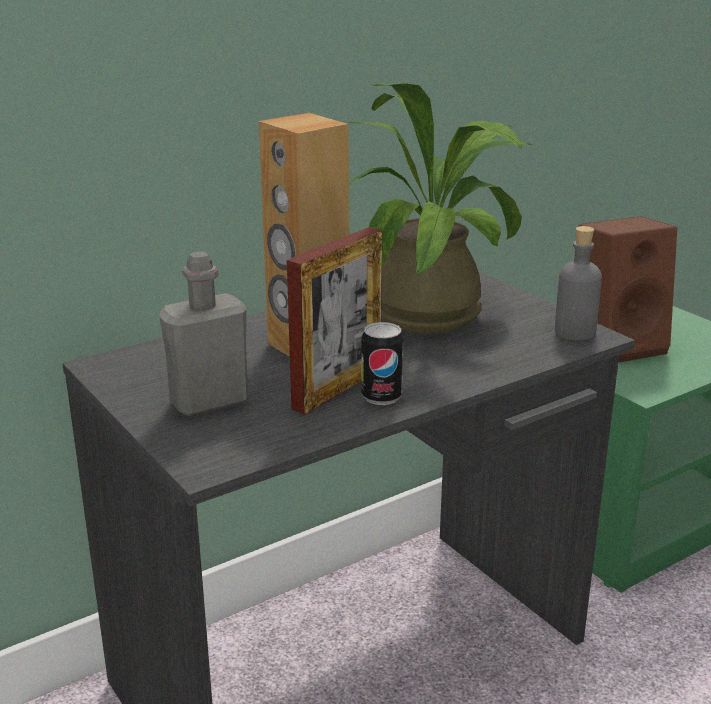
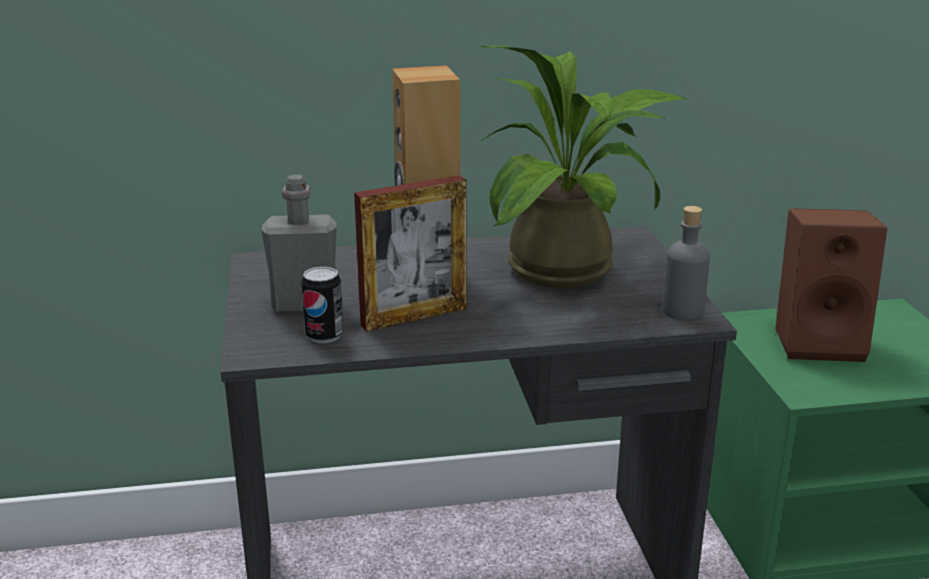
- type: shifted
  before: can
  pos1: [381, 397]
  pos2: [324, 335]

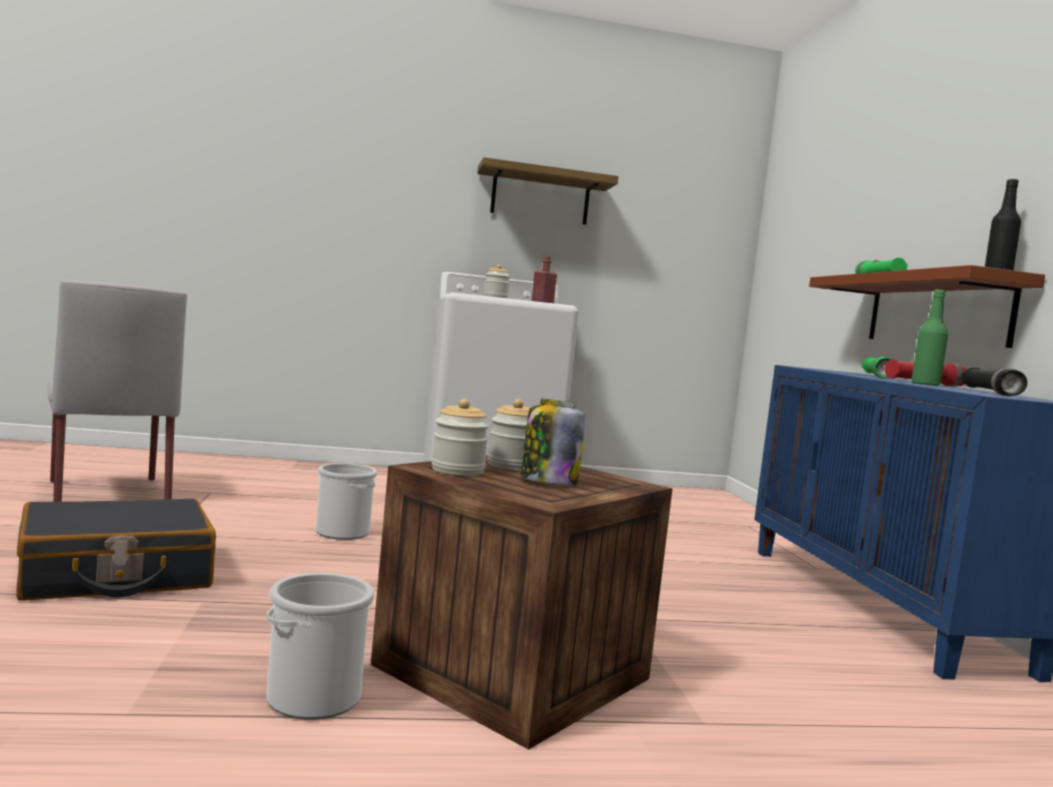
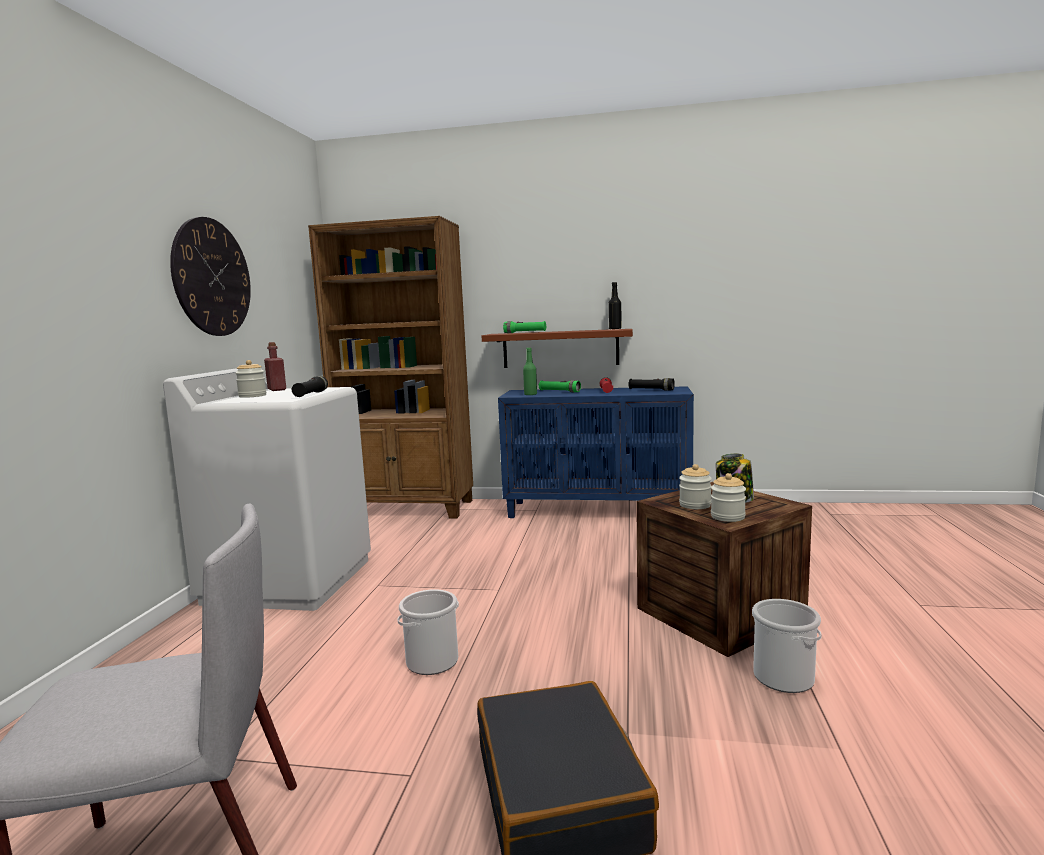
- type: swapped
  before: wall_shelf
  after: hanging_clock
  pos1: [540, 196]
  pos2: [212, 277]
- type: shifted
  before: green_bottle
  pos1: [925, 385]
  pos2: [530, 394]
- type: new
  after: blackish_flashlight
  pos2: [311, 394]
- type: new
  after: brown-coloured_shelving_unit
  pos2: [408, 508]

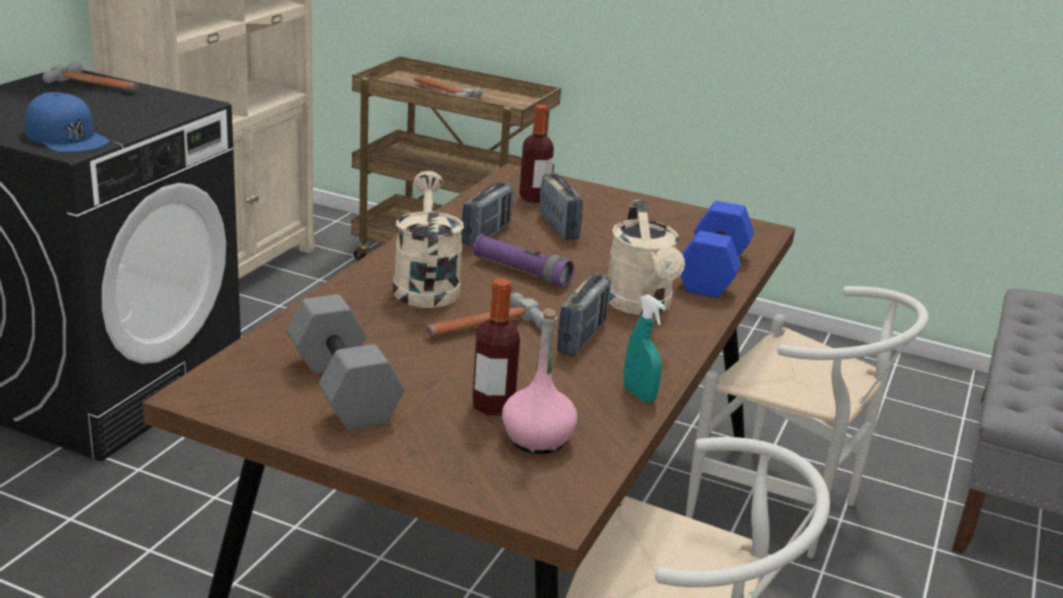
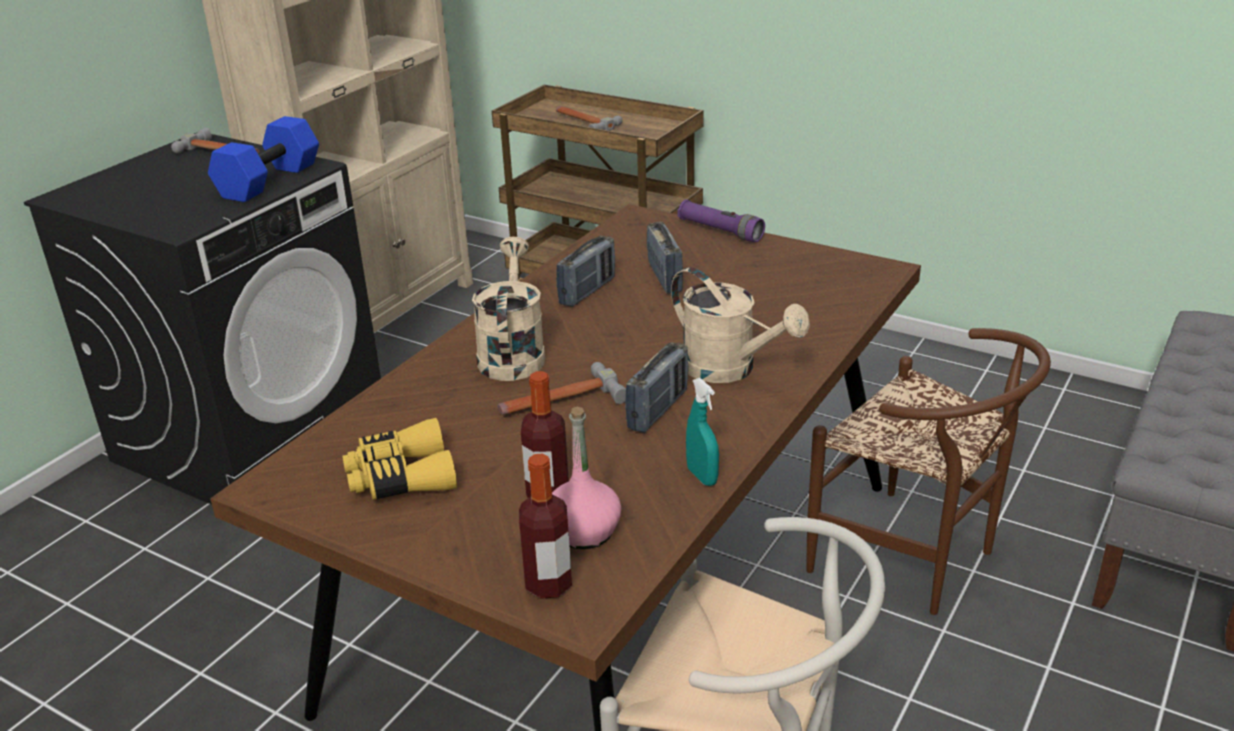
- type: gone
  before: bluish_peaked_cap
  pos1: [66, 137]
- type: swapped
  before: grey_hand_weight
  after: yellow_pair_of_binoculars
  pos1: [340, 388]
  pos2: [400, 478]
- type: shifted
  before: purple_flashlight
  pos1: [521, 272]
  pos2: [720, 231]
- type: shifted
  before: bottle
  pos1: [534, 198]
  pos2: [548, 584]
- type: rotated
  before: sand-coloured_sprinkling_can
  pos1: [641, 306]
  pos2: [729, 369]
  turn: -45
- type: shifted
  before: bluish_hand_weight
  pos1: [714, 272]
  pos2: [270, 181]
- type: repainted
  before: whitish_plain_chair
  after: brown-coloured_plain_chair
  pos1: [786, 510]
  pos2: [916, 560]

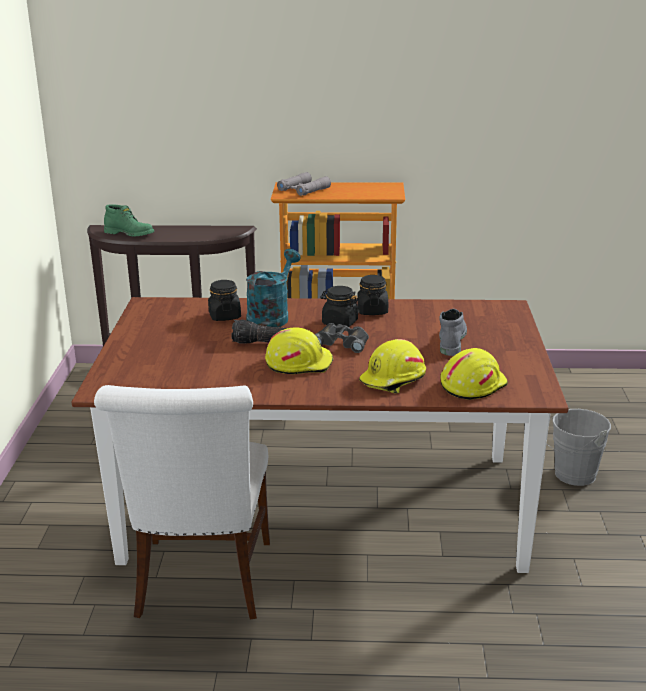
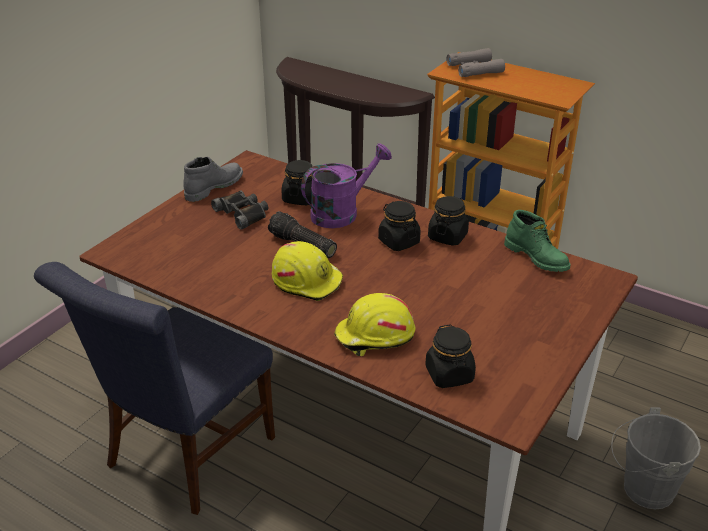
- type: repainted
  before: whitish_plain_chair
  after: bluish_plain_chair
  pos1: [202, 584]
  pos2: [184, 457]
- type: shifted
  before: green_boot
  pos1: [130, 234]
  pos2: [537, 257]
- type: repainted
  before: turquoise-coloured_sprinkling_can
  after: purple_sprinkling_can
  pos1: [271, 316]
  pos2: [341, 212]
- type: shifted
  before: blackish_pair_of_binoculars
  pos1: [342, 342]
  pos2: [243, 213]
- type: shifted
  before: grey_boot
  pos1: [451, 341]
  pos2: [213, 187]
- type: swapped
  before: yellow_safety_helmet
  after: blackish_storage_jar
  pos1: [472, 385]
  pos2: [449, 375]

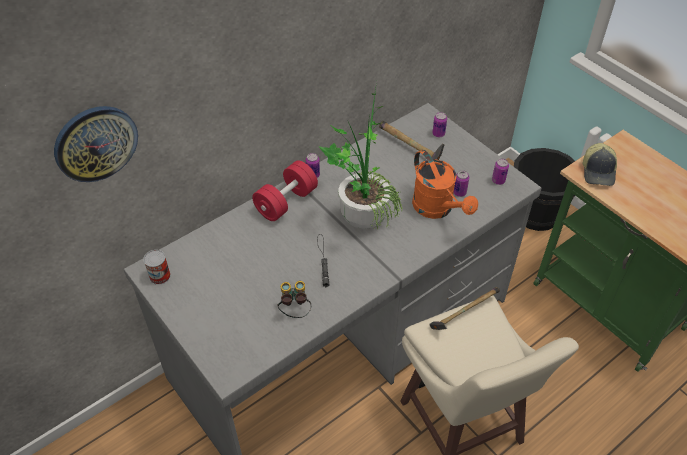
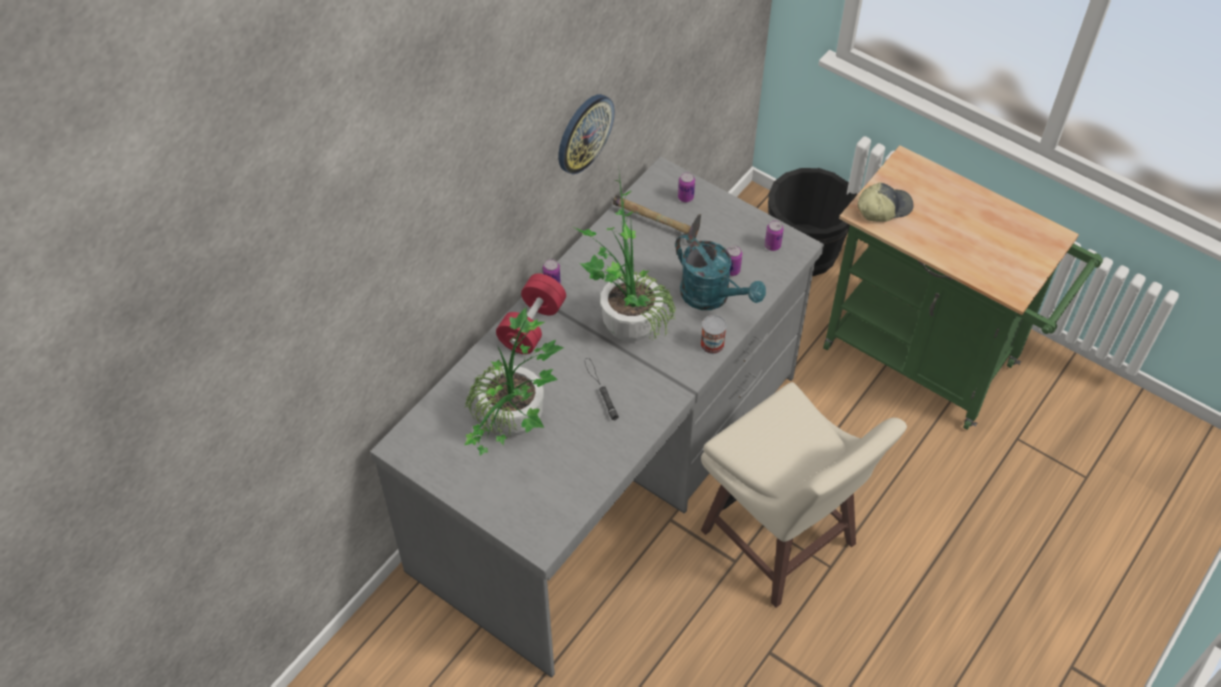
- type: shifted
  before: hanging_clock
  pos1: [95, 143]
  pos2: [584, 133]
- type: shifted
  before: can
  pos1: [160, 276]
  pos2: [712, 344]
- type: gone
  before: pair_of_binoculars
  pos1: [295, 311]
- type: repainted
  before: orange-coloured_sprinkling_can
  after: turquoise-coloured_sprinkling_can
  pos1: [437, 209]
  pos2: [712, 297]
- type: gone
  before: tool_hammer
  pos1: [463, 314]
- type: rotated
  before: peaked_cap
  pos1: [599, 171]
  pos2: [883, 208]
  turn: -105
- type: new
  after: potted_plant
  pos2: [513, 431]

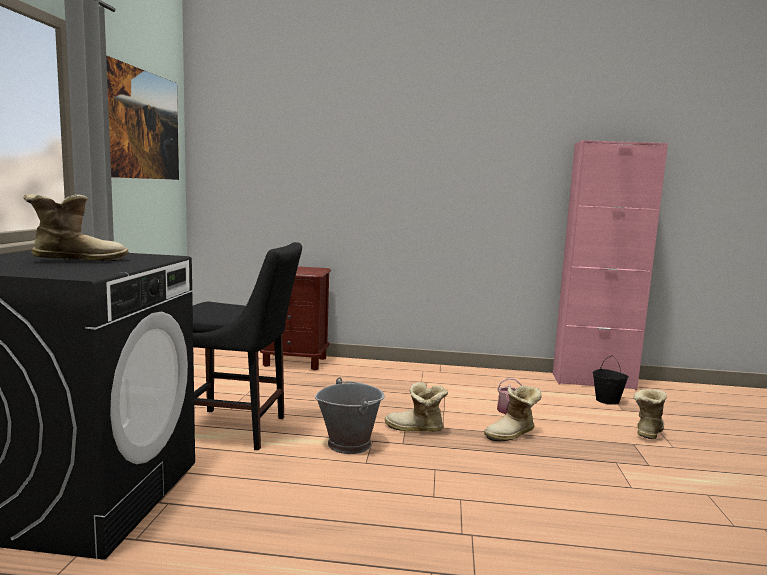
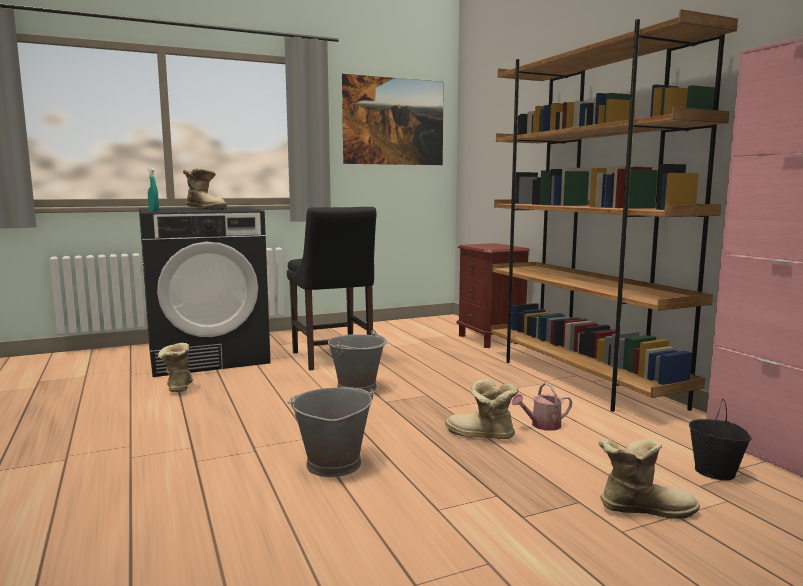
- type: shifted
  before: boot
  pos1: [415, 429]
  pos2: [177, 387]
- type: new
  after: turquoise-coloured_hand_sprayer
  pos2: [154, 211]
- type: new
  after: grey_pail
  pos2: [333, 464]
- type: new
  after: brown-coloured_shelving_unit
  pos2: [580, 379]

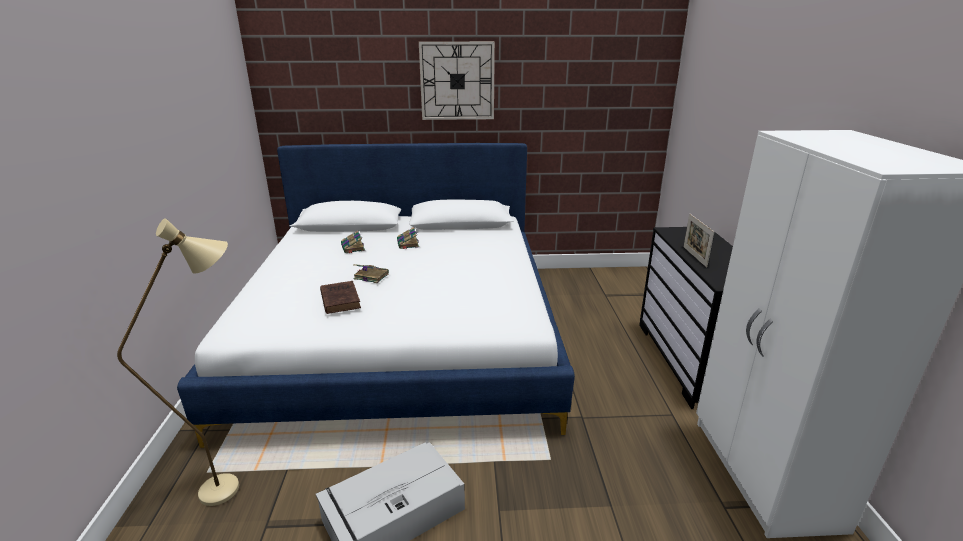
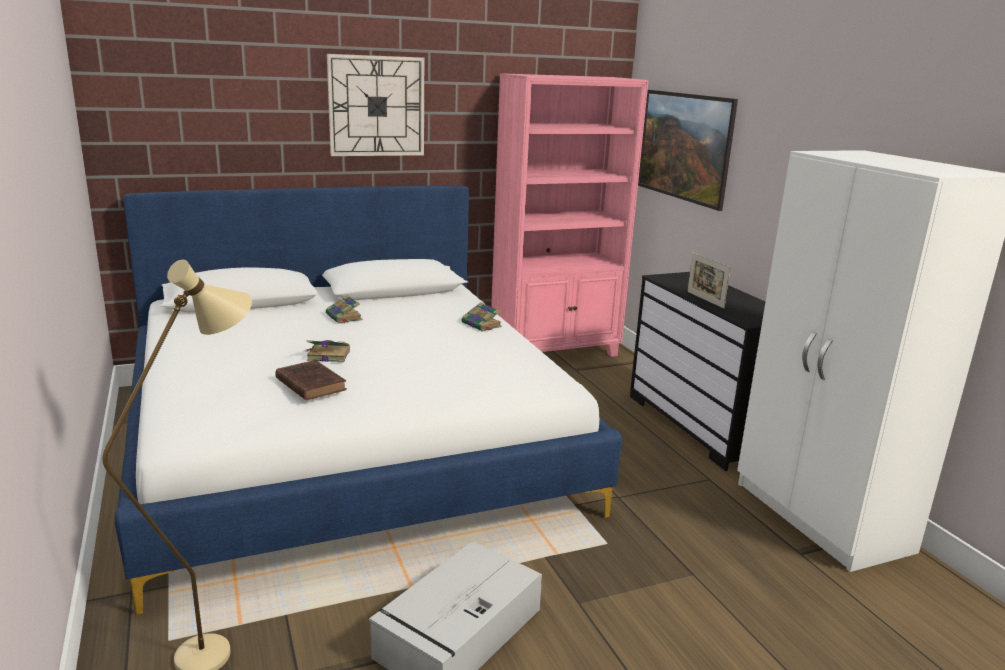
- type: shifted
  before: bound_book
  pos1: [353, 248]
  pos2: [482, 325]
- type: new
  after: pinkish_shelving_unit
  pos2: [555, 352]
- type: new
  after: wall_picture
  pos2: [681, 172]

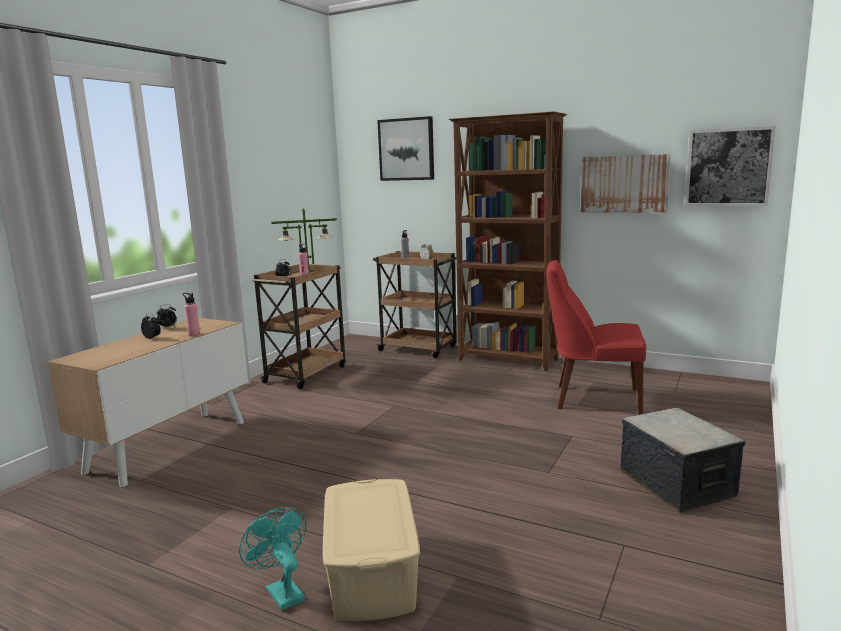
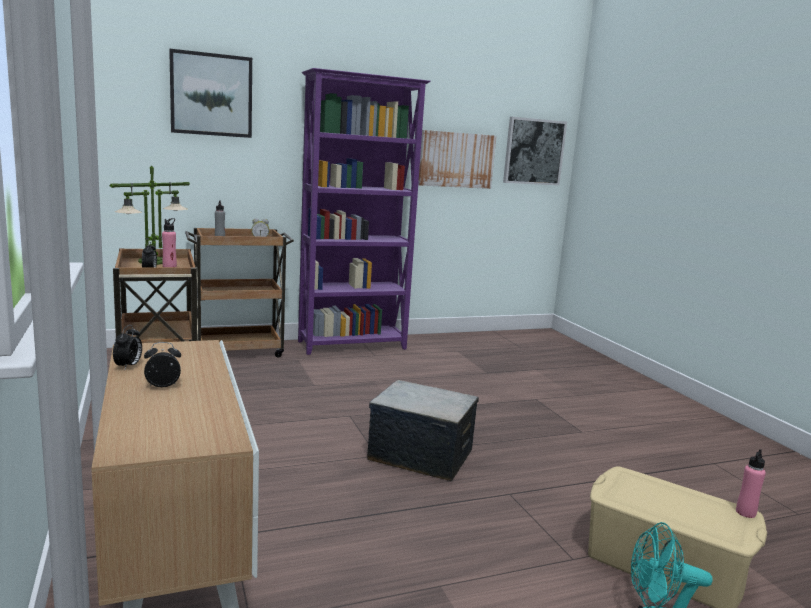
- type: shifted
  before: pinkish_bottle
  pos1: [194, 334]
  pos2: [745, 512]
- type: repainted
  before: brown-coloured_shelving_unit
  after: purple_shelving_unit
  pos1: [508, 360]
  pos2: [353, 345]
- type: gone
  before: red-coloured_plain_chair
  pos1: [593, 399]
- type: shifted
  before: storage_bin
  pos1: [677, 484]
  pos2: [420, 455]

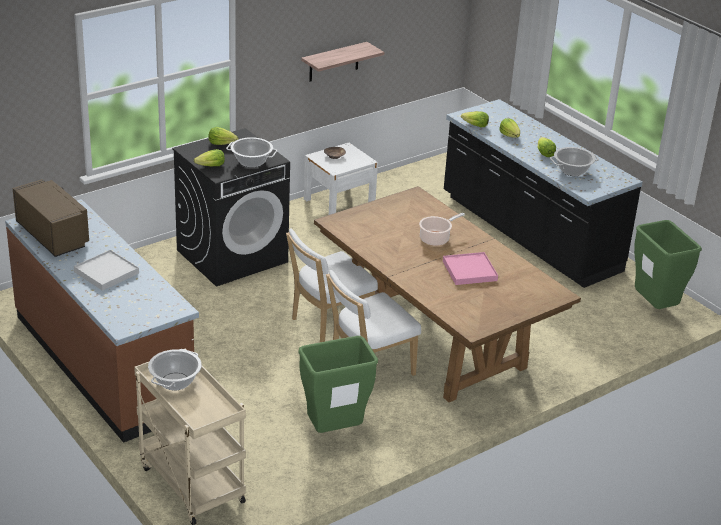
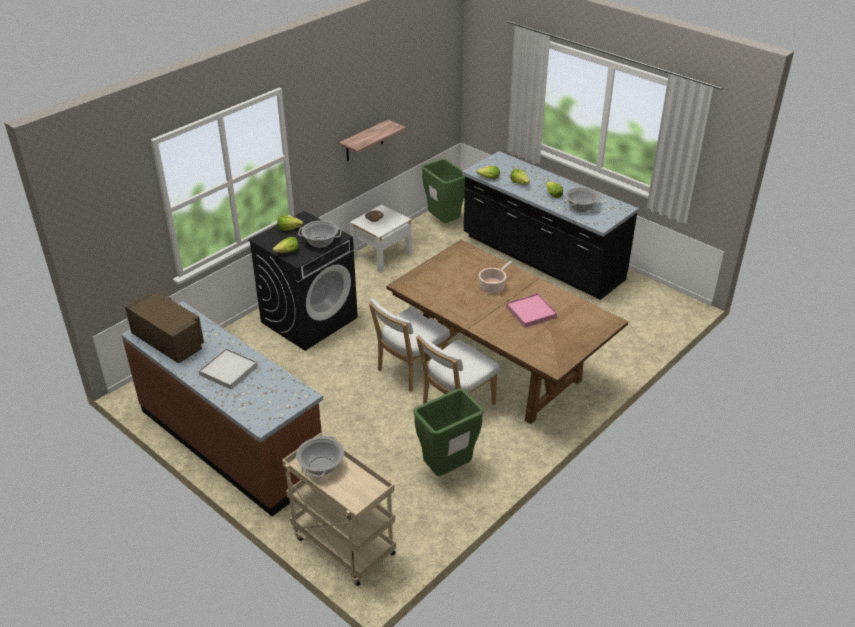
- type: shifted
  before: green_rubbish_bin
  pos1: [655, 307]
  pos2: [444, 222]

